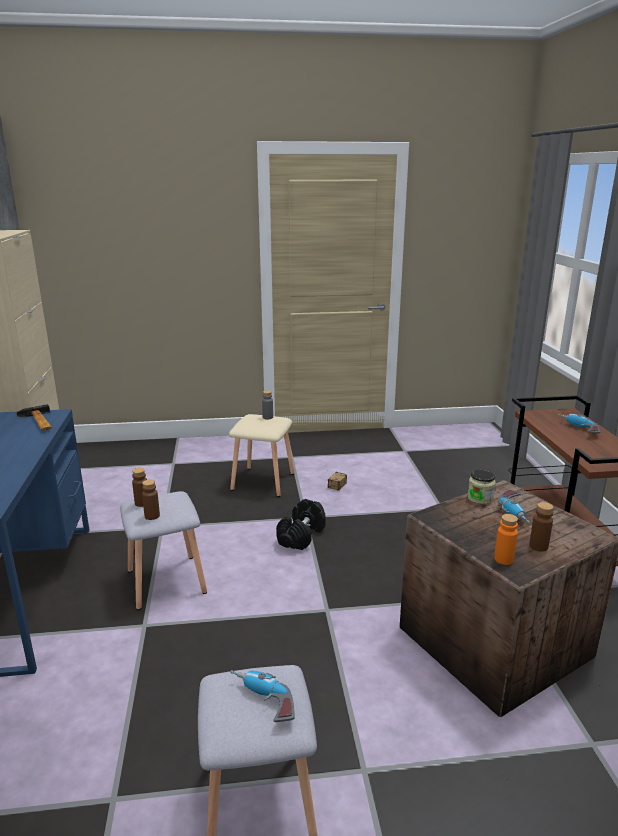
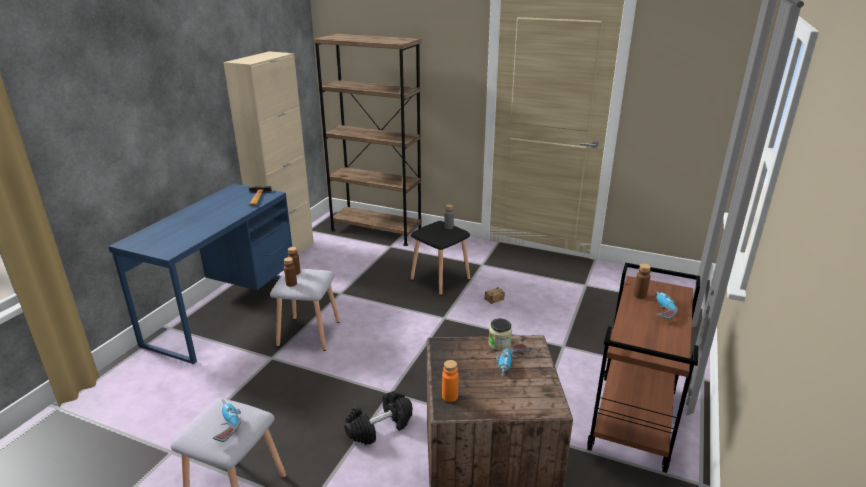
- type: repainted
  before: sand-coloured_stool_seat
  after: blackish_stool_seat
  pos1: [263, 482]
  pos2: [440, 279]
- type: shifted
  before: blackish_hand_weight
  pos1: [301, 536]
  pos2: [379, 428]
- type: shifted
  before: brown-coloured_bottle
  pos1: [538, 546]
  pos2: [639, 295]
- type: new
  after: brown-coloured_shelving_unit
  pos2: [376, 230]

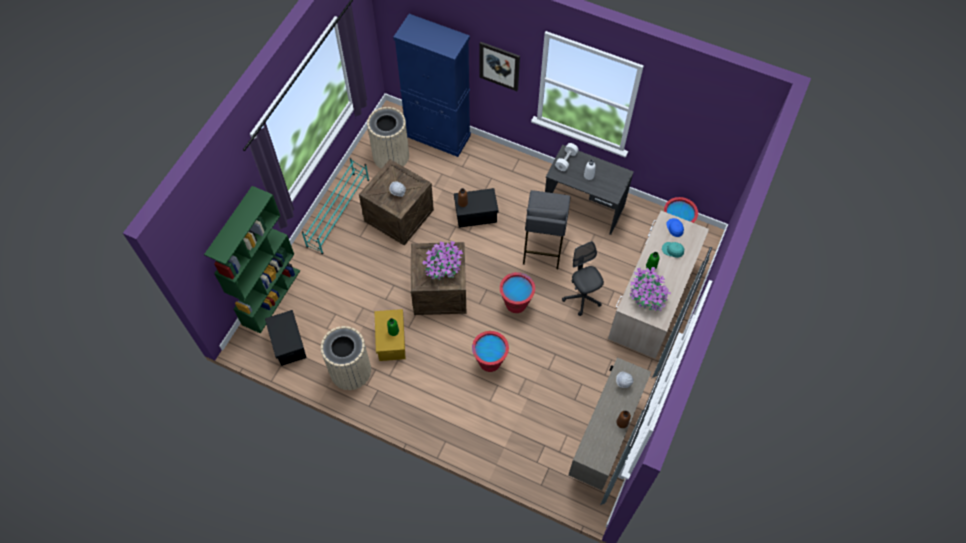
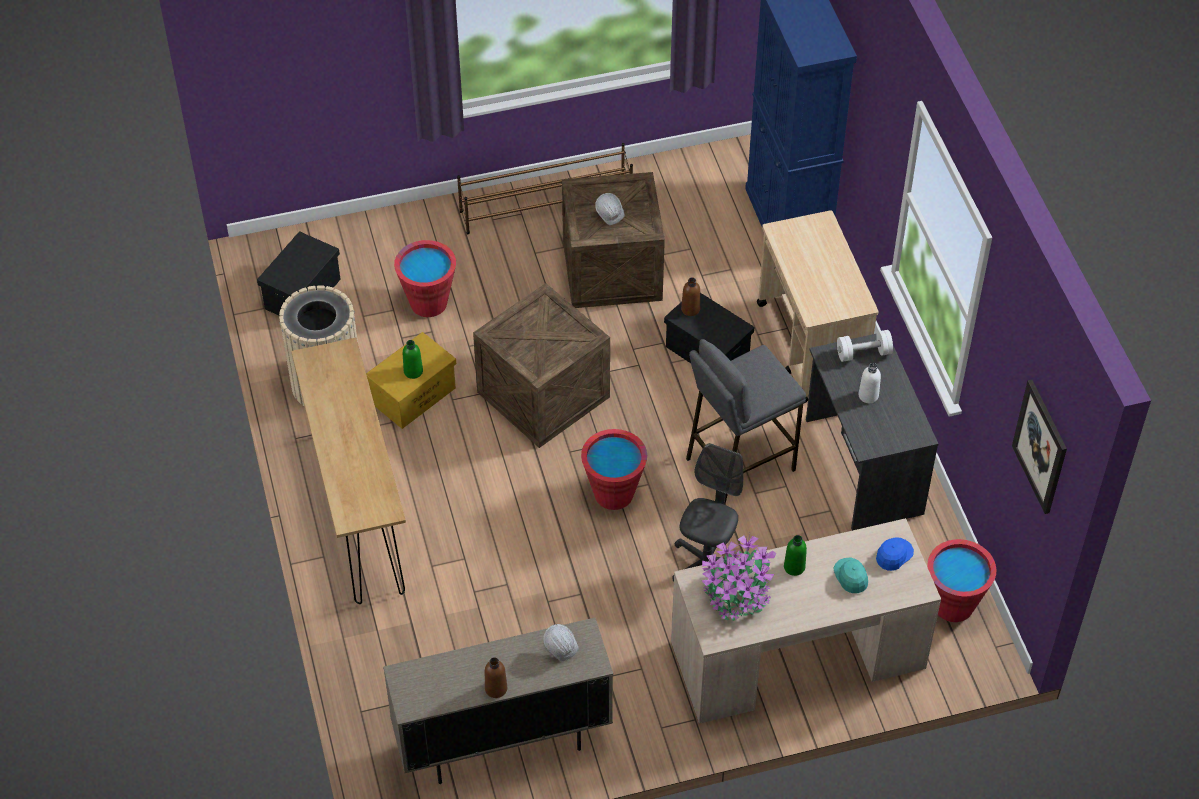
- type: gone
  before: green_shelving_unit
  pos1: [271, 297]
- type: repainted
  before: turquoise-coloured_shoe_stand
  after: brown-coloured_shoe_stand
  pos1: [338, 212]
  pos2: [547, 206]
- type: gone
  before: sand-coloured_rubbish_bin
  pos1: [391, 155]
- type: gone
  before: potted_plant
  pos1: [443, 267]
- type: shifted
  before: red-coloured_pail
  pos1: [489, 362]
  pos2: [428, 303]
- type: shifted
  before: wall_picture
  pos1: [499, 66]
  pos2: [1040, 446]
- type: new
  after: brown-coloured_hall_table
  pos2: [358, 511]
- type: new
  after: sand-coloured_cart
  pos2: [811, 346]

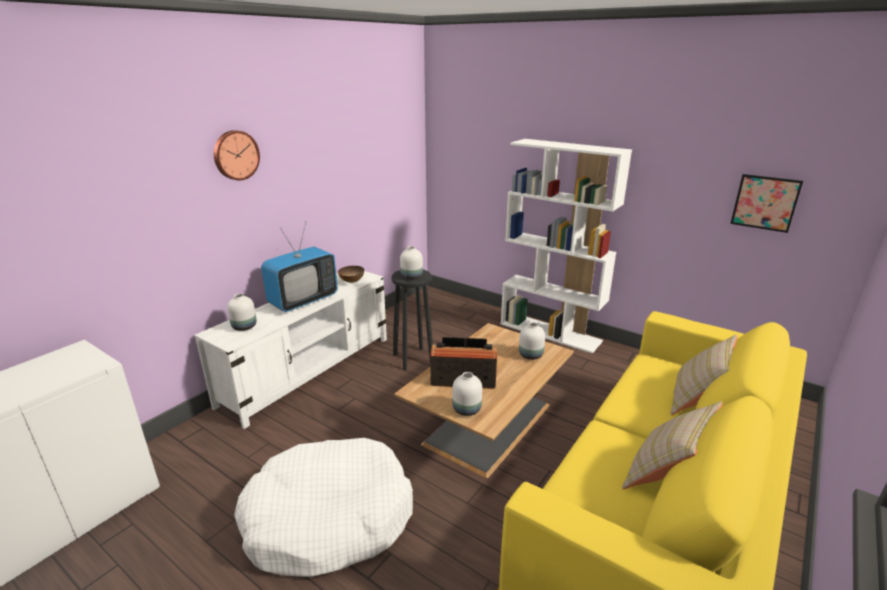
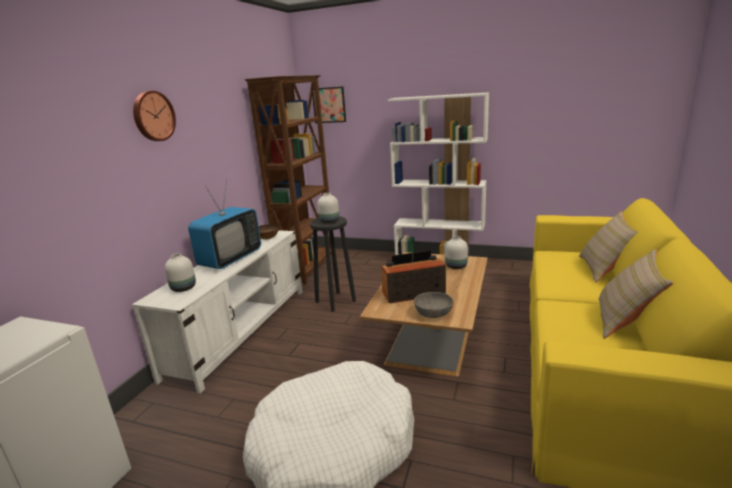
- type: swapped
  before: whitish_flower_vase
  after: grey_deep_dish
  pos1: [466, 410]
  pos2: [433, 314]
- type: shifted
  before: wall_picture
  pos1: [765, 203]
  pos2: [329, 105]
- type: new
  after: brown-coloured_shelving_unit
  pos2: [309, 268]

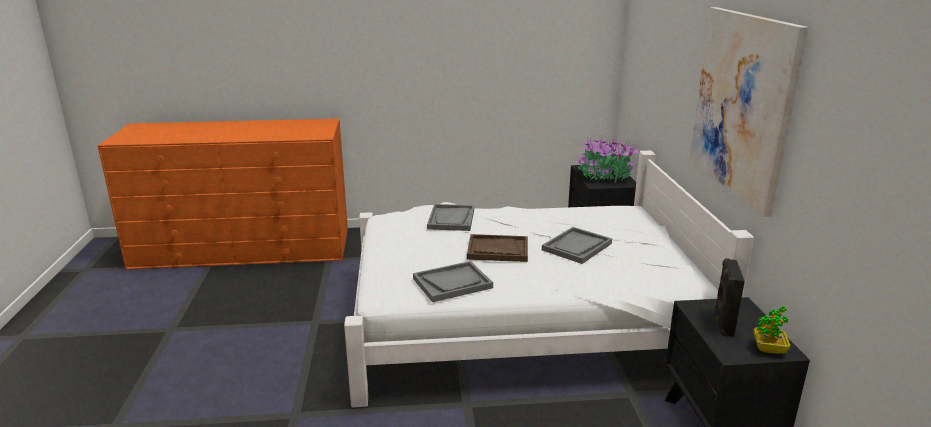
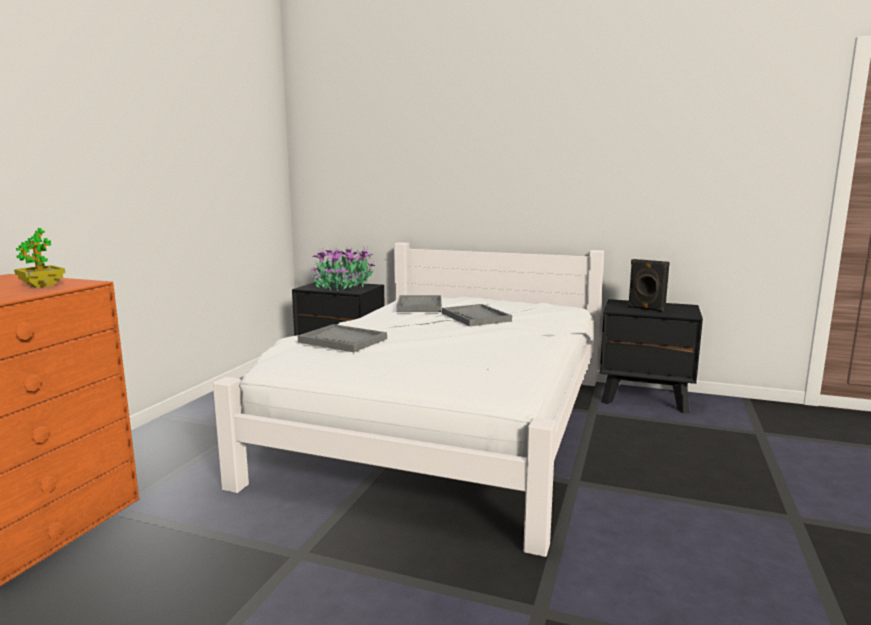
- type: shifted
  before: grey_serving_tray
  pos1: [452, 283]
  pos2: [419, 305]
- type: gone
  before: brown-coloured_serving_tray
  pos1: [497, 250]
- type: gone
  before: wall_picture
  pos1: [742, 104]
- type: shifted
  before: potted_plant
  pos1: [769, 349]
  pos2: [42, 286]

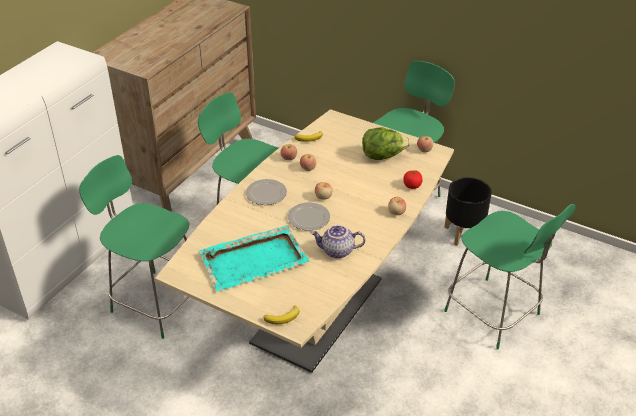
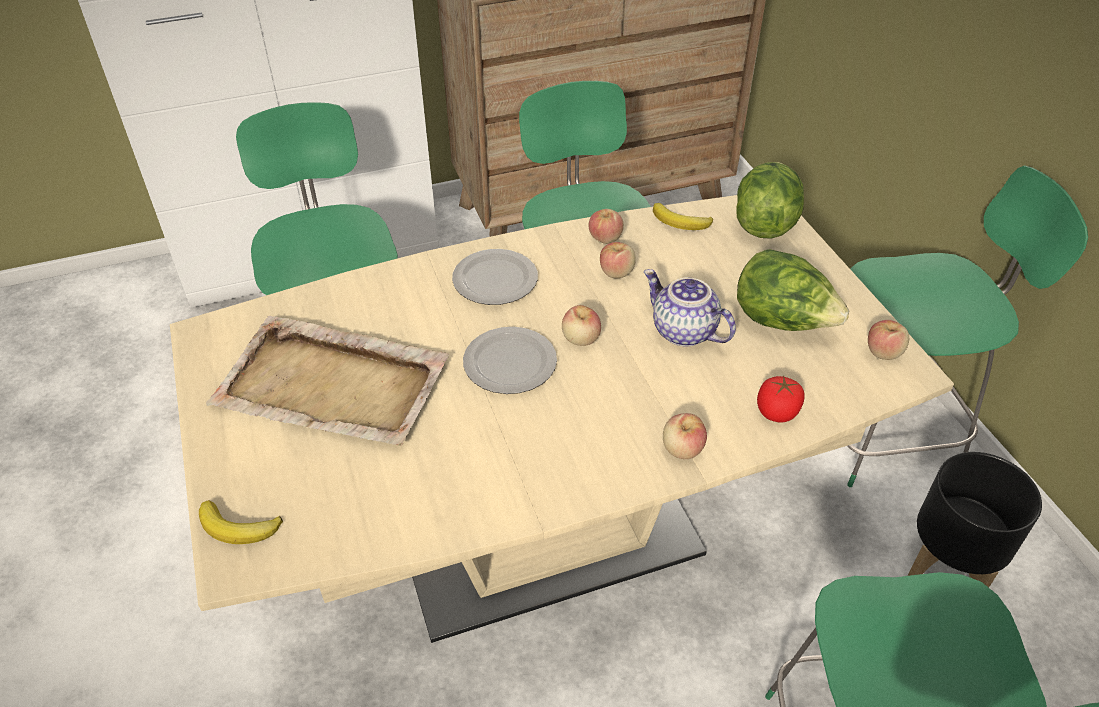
- type: repainted
  before: turquoise-coloured_serving_tray
  after: sand-coloured_serving_tray
  pos1: [255, 260]
  pos2: [334, 386]
- type: shifted
  before: teapot
  pos1: [337, 251]
  pos2: [682, 332]
- type: new
  after: head_of_lettuce
  pos2: [764, 222]

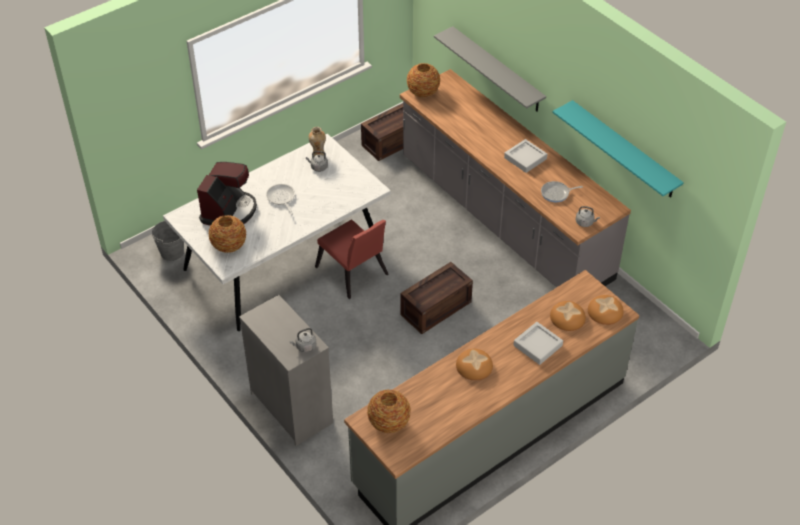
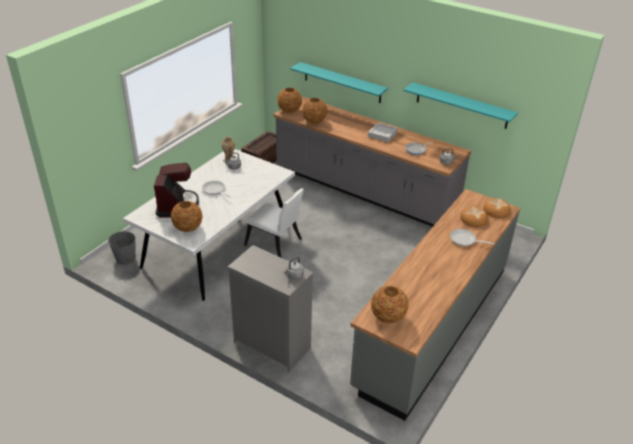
- type: repainted
  before: red-coloured_plain_chair
  after: whitish_plain_chair
  pos1: [353, 274]
  pos2: [275, 244]
- type: gone
  before: packing_crate
  pos1: [436, 307]
- type: repainted
  before: grey_wall_shelf
  after: turquoise-coloured_wall_shelf
  pos1: [497, 70]
  pos2: [342, 82]
- type: gone
  before: bakery_bread
  pos1: [473, 366]
- type: swapped
  before: grey_serving_tray
  after: pan
  pos1: [537, 345]
  pos2: [465, 240]
- type: new
  after: flower_vase
  pos2: [314, 121]

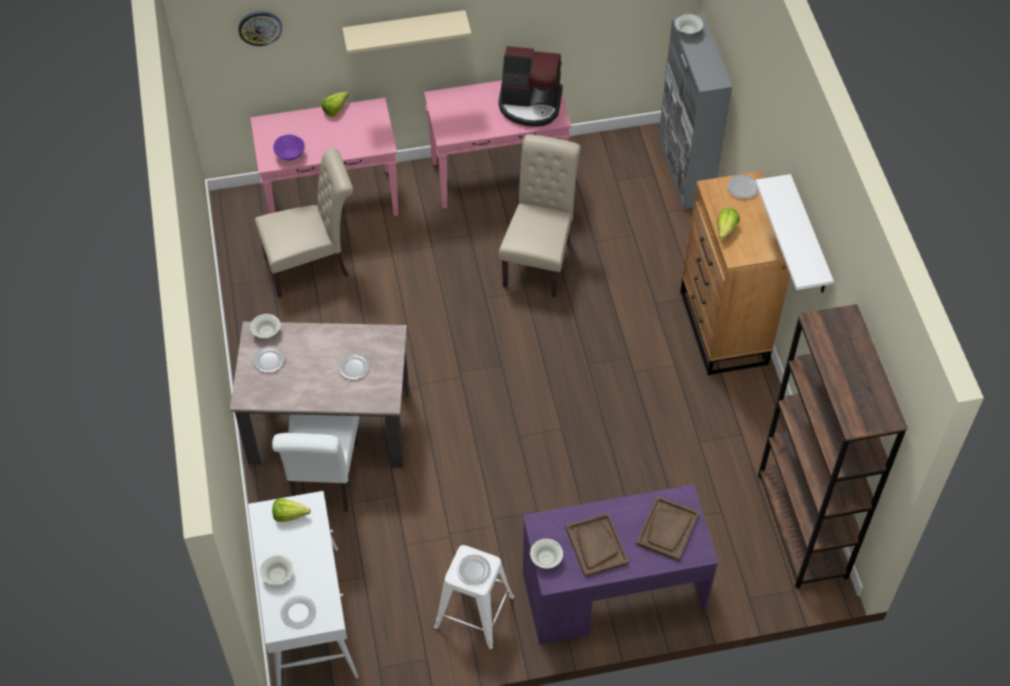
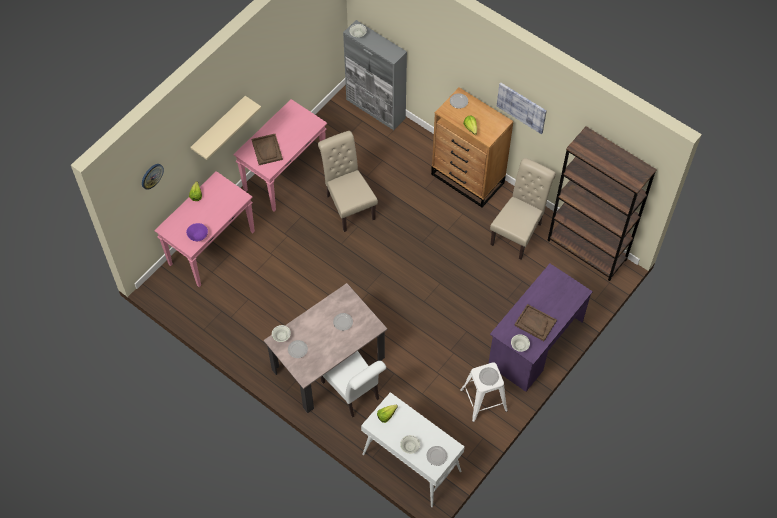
- type: shifted
  before: sand-coloured_plain_chair
  pos1: [312, 266]
  pos2: [518, 232]
- type: gone
  before: coffee_machine
  pos1: [530, 104]
- type: shifted
  before: brown-coloured_serving_tray
  pos1: [667, 529]
  pos2: [267, 150]
- type: swapped
  before: whitish_wall_shelf
  after: wall_picture
  pos1: [809, 238]
  pos2: [522, 107]

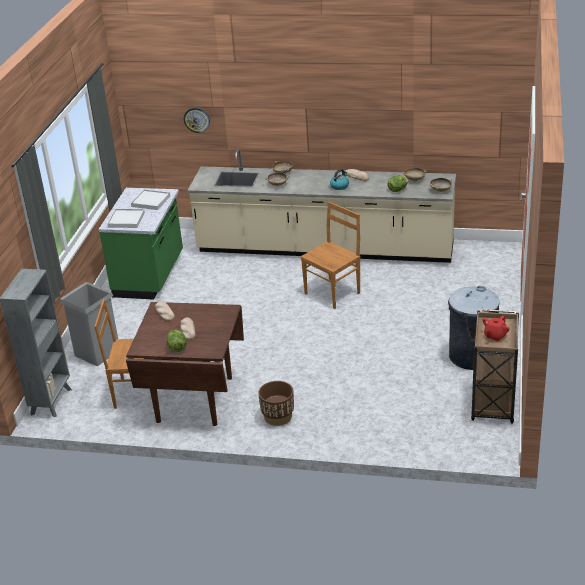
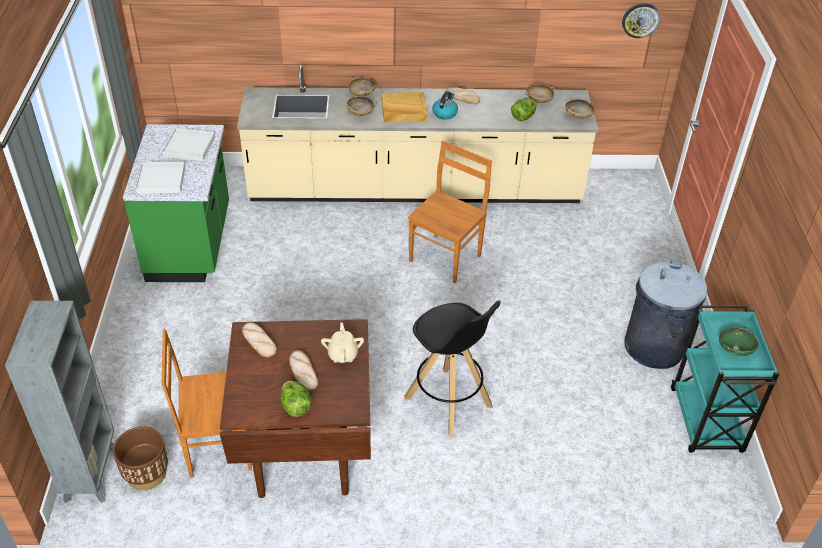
- type: gone
  before: grey_rubbish_bin
  pos1: [97, 352]
- type: shifted
  before: hanging_clock
  pos1: [197, 119]
  pos2: [640, 20]
- type: shifted
  before: brown-coloured_planter
  pos1: [278, 417]
  pos2: [146, 474]
- type: repainted
  before: brown-coloured_cart
  after: turquoise-coloured_cart
  pos1: [493, 404]
  pos2: [706, 422]
- type: swapped
  before: red-coloured_teapot
  after: green_deep_dish
  pos1: [495, 336]
  pos2: [735, 349]
- type: new
  after: sand-coloured_teapot
  pos2: [343, 354]
- type: new
  after: sand-coloured_serving_tray
  pos2: [403, 109]
- type: new
  after: blackish_stool_seat
  pos2: [449, 402]

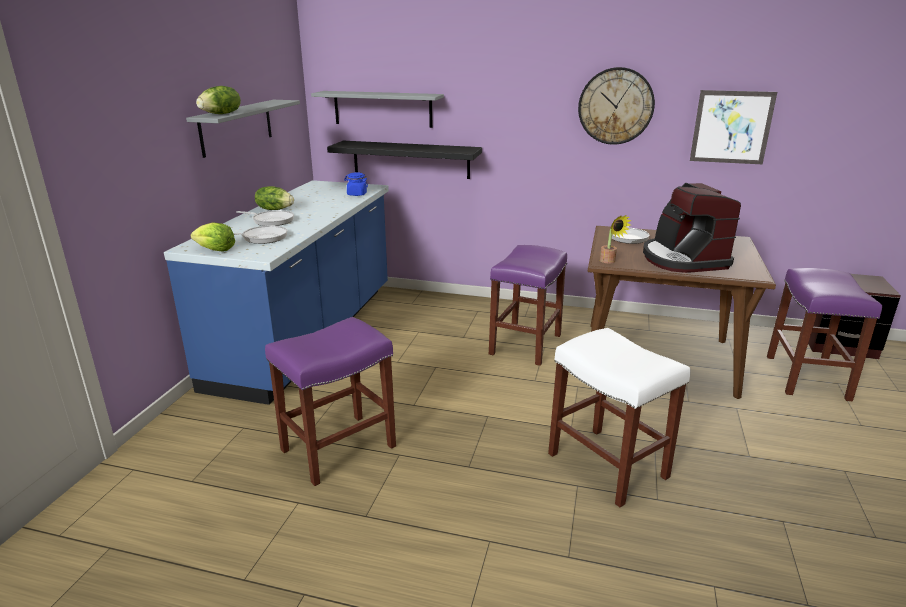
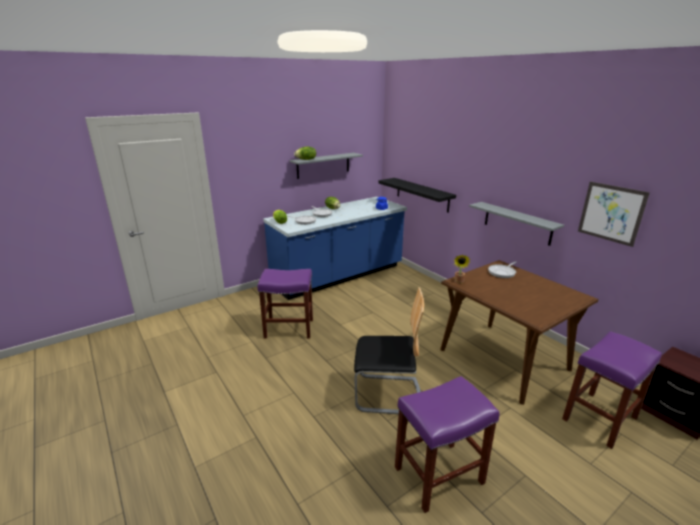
- type: shifted
  before: grey_wall_shelf
  pos1: [382, 109]
  pos2: [517, 223]
- type: shifted
  before: purple_stool_seat
  pos1: [525, 344]
  pos2: [439, 474]
- type: swapped
  before: whitish_stool_seat
  after: plain_chair
  pos1: [609, 466]
  pos2: [387, 394]
- type: gone
  before: hanging_clock
  pos1: [615, 106]
- type: gone
  before: coffee_machine
  pos1: [683, 259]

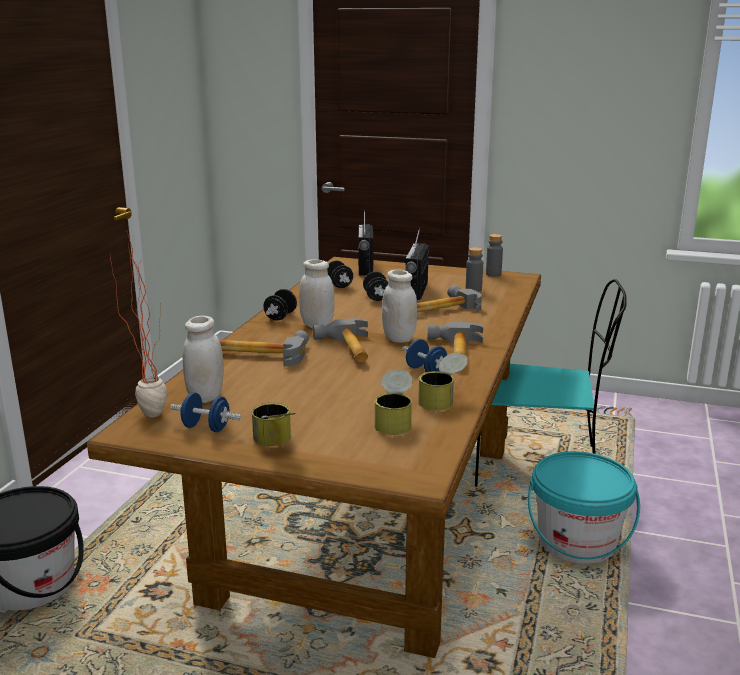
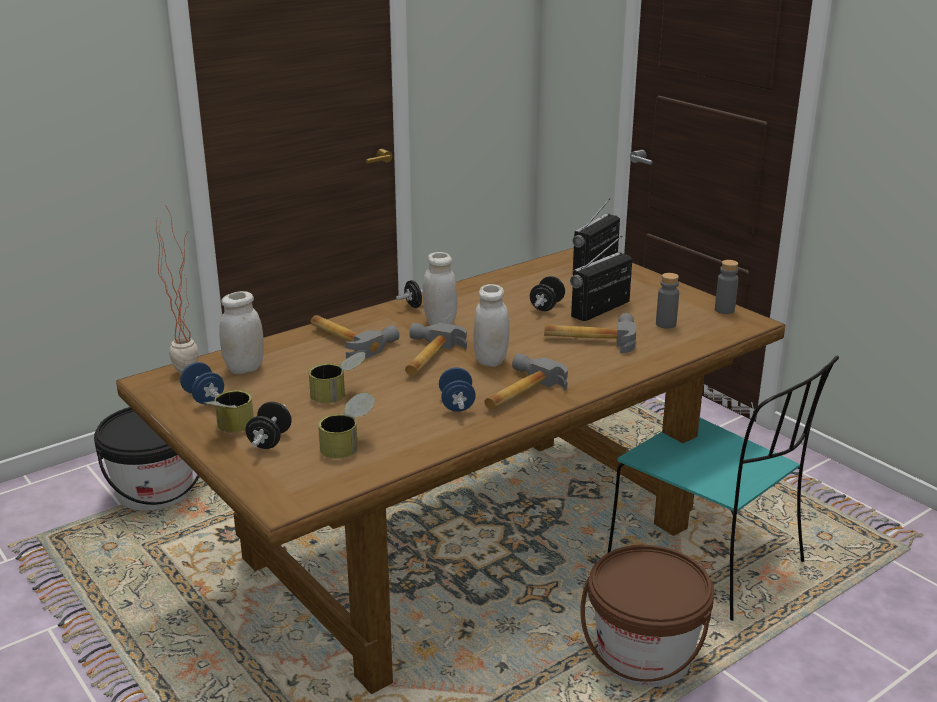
- type: shifted
  before: blackish_hand_weight
  pos1: [339, 285]
  pos2: [270, 440]
- type: shifted
  before: can
  pos1: [442, 399]
  pos2: [338, 394]
- type: repainted
  before: turquoise-coloured_pail
  after: brown-coloured_pail
  pos1: [577, 542]
  pos2: [644, 656]

